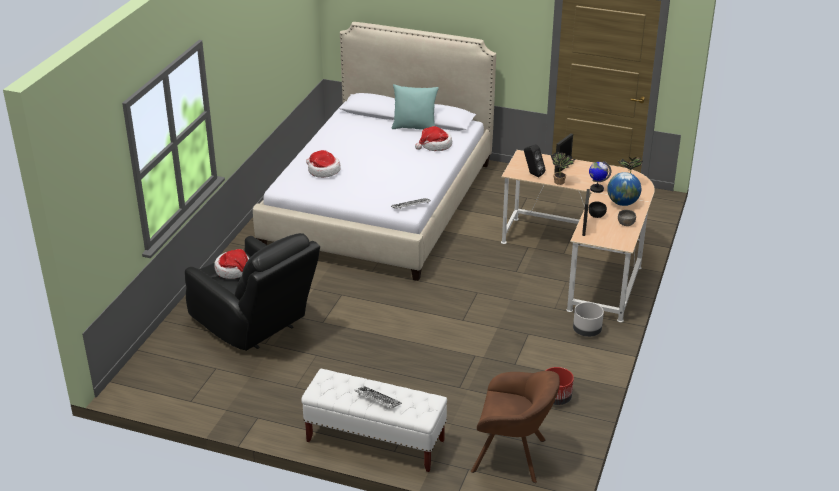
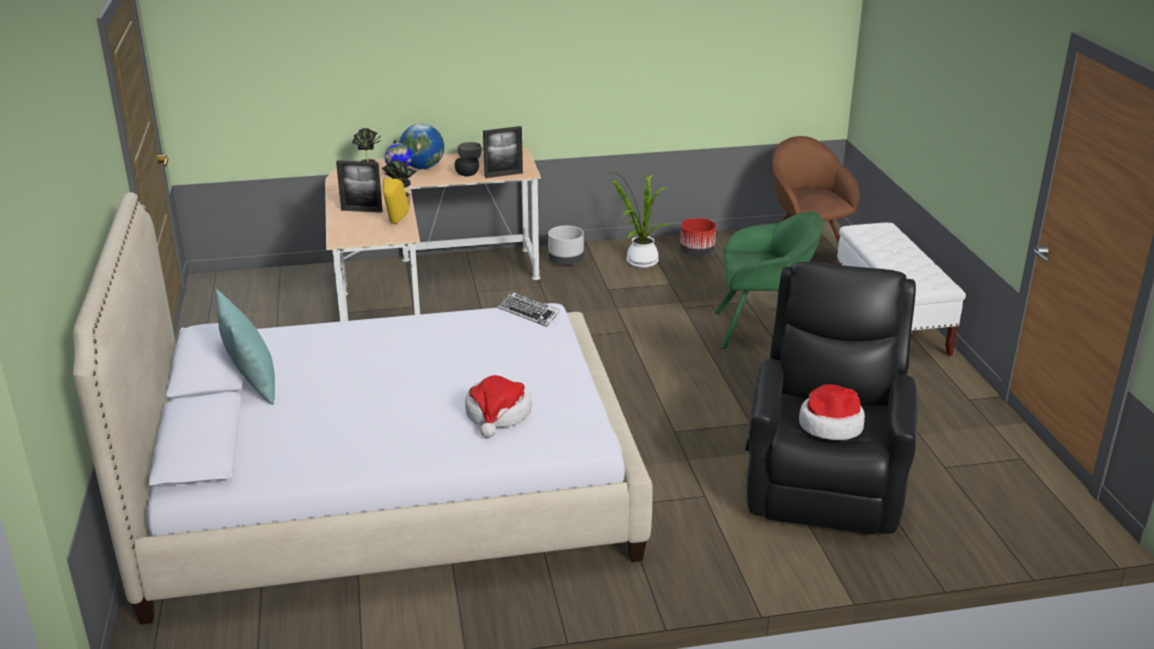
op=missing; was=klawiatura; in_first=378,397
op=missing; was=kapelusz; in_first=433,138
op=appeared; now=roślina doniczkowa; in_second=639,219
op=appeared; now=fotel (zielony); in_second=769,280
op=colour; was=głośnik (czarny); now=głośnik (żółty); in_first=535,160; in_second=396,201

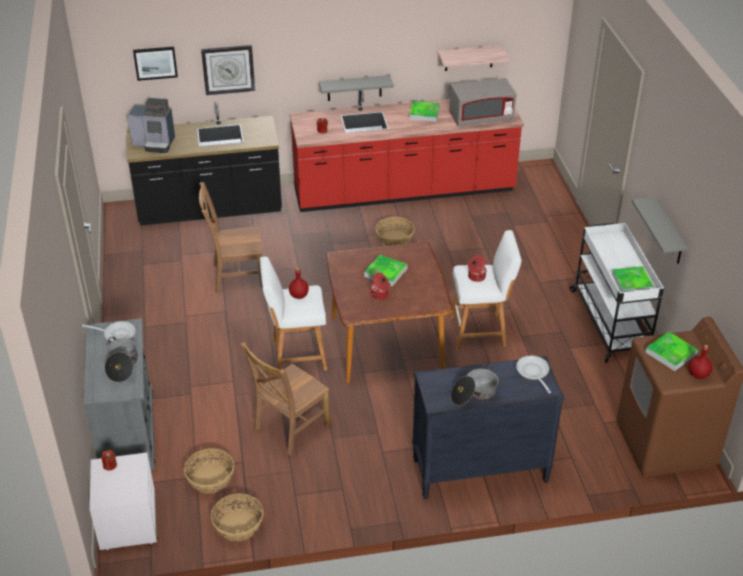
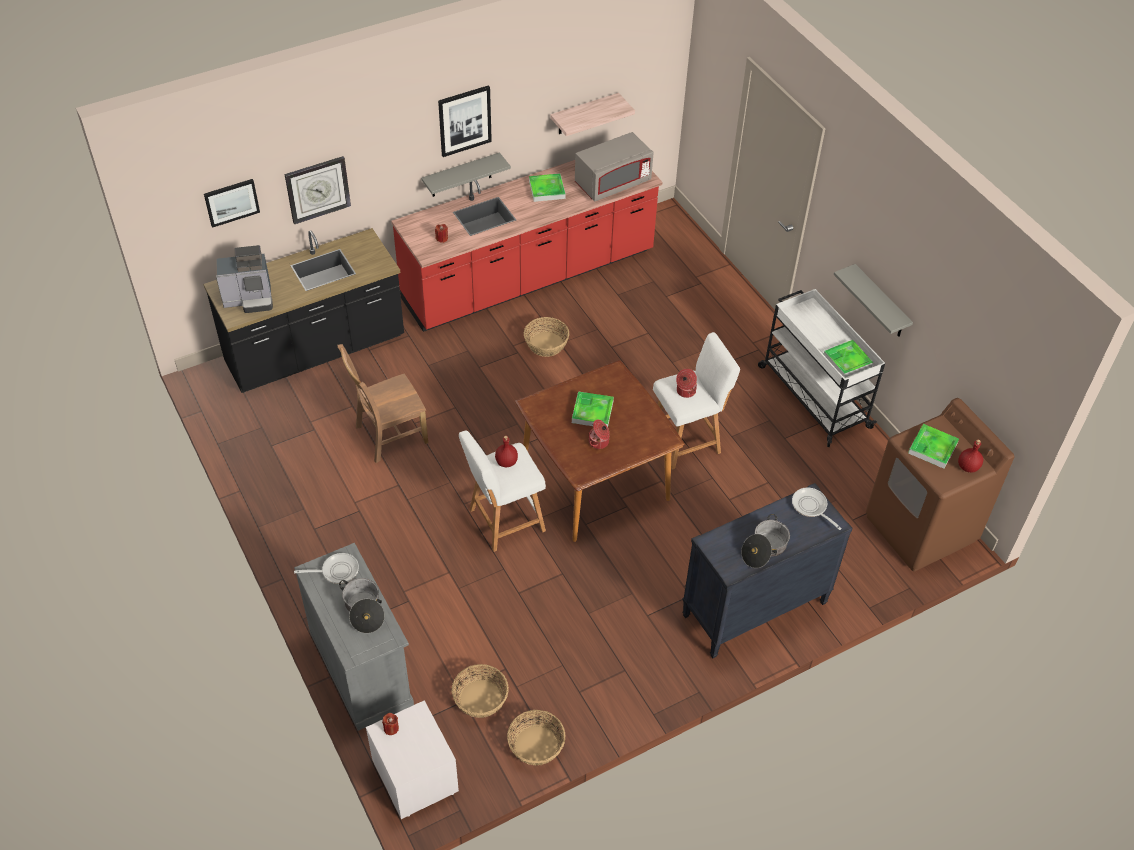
op=missing; was=krzesło (brązowy); in_first=285,398
op=appeared; now=obraz; in_second=465,121

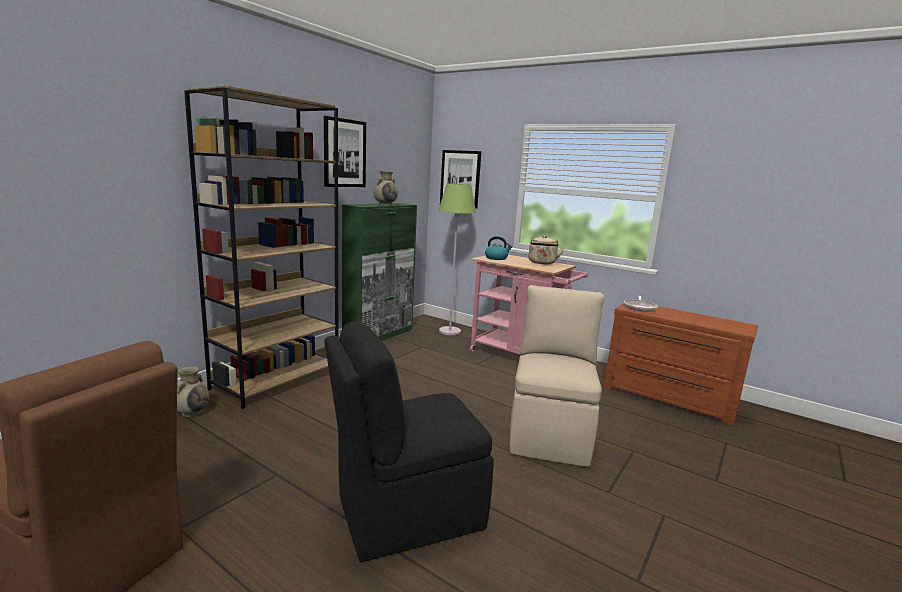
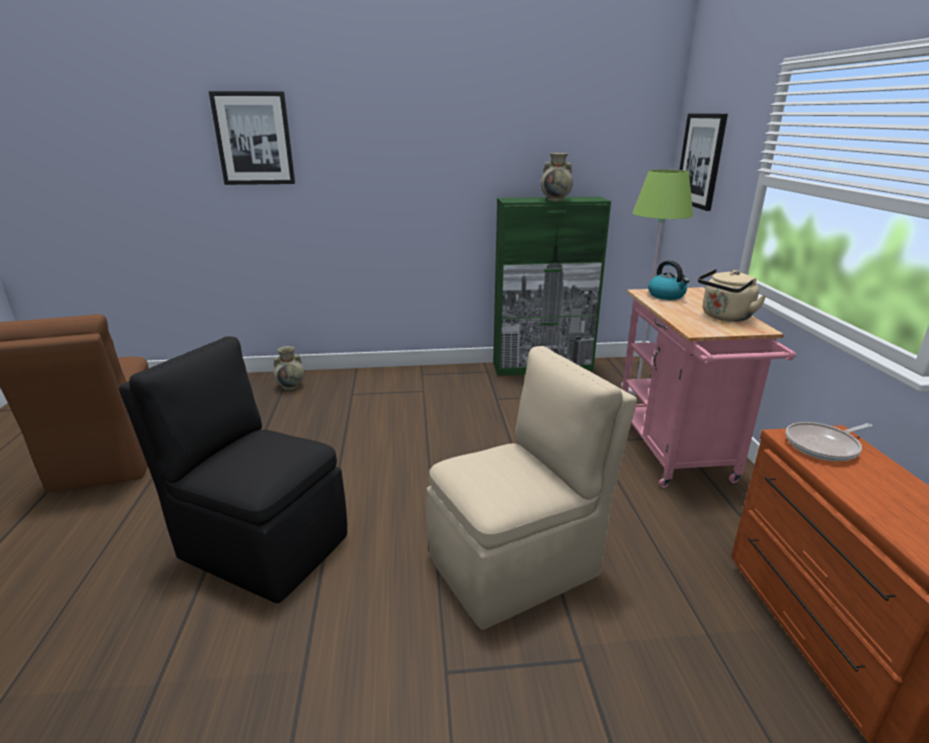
op=missing; was=regał (brązowy); in_first=261,247
op=relocated; was=obraz; in_first=345,151; in_second=252,138

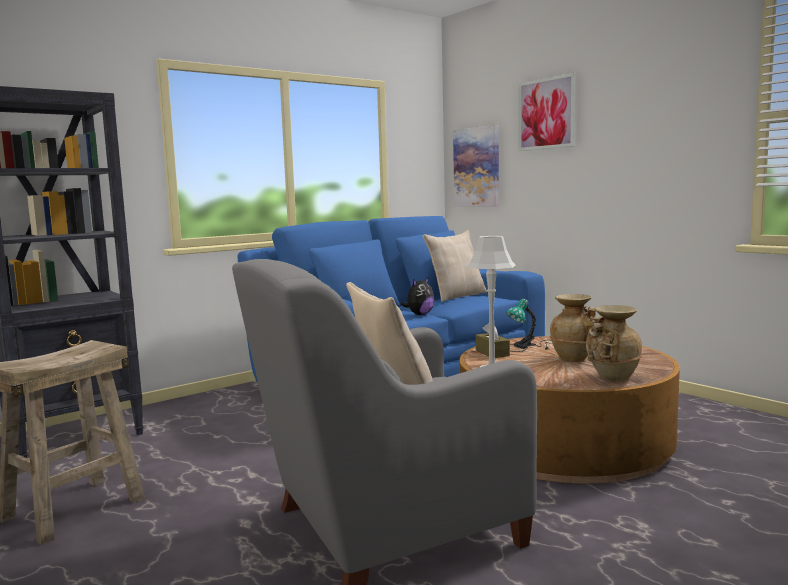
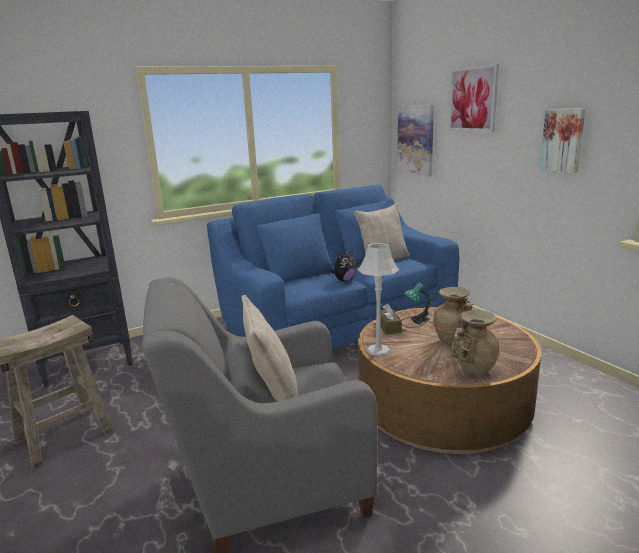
op=appeared; now=obraz; in_second=562,140

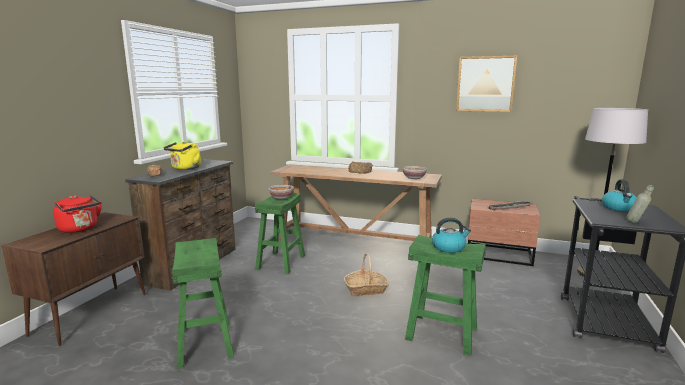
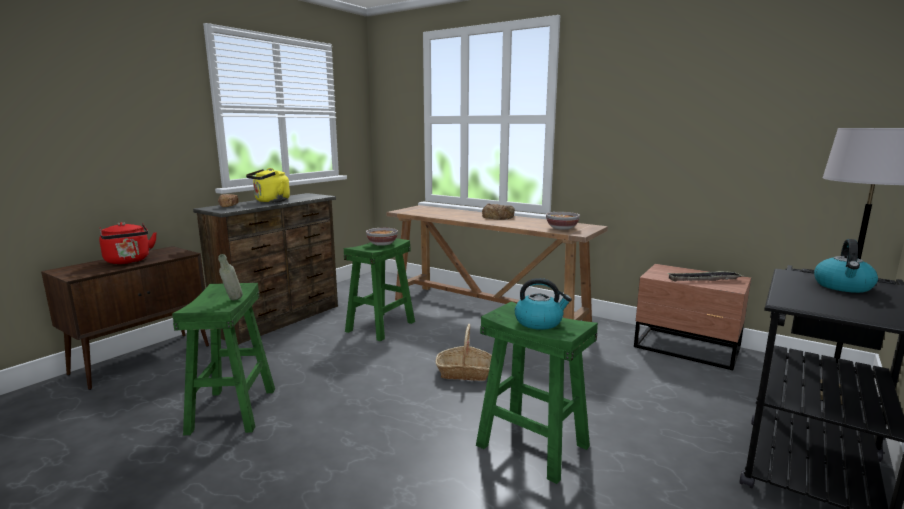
op=missing; was=obraz; in_first=486,84
op=relocated; was=butelka (szary); in_first=640,204; in_second=230,277

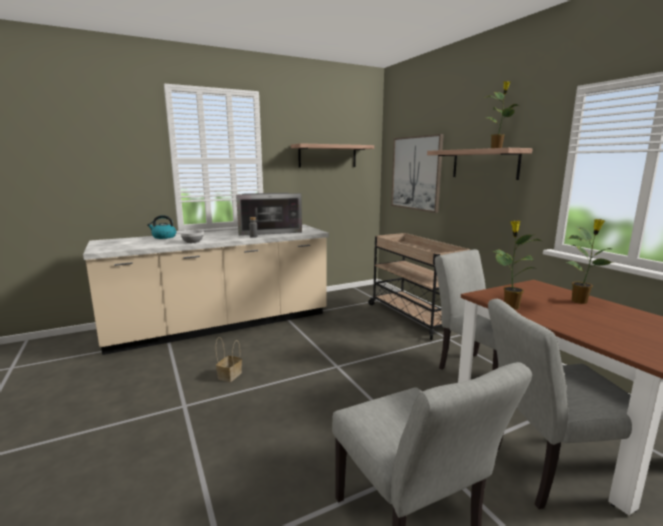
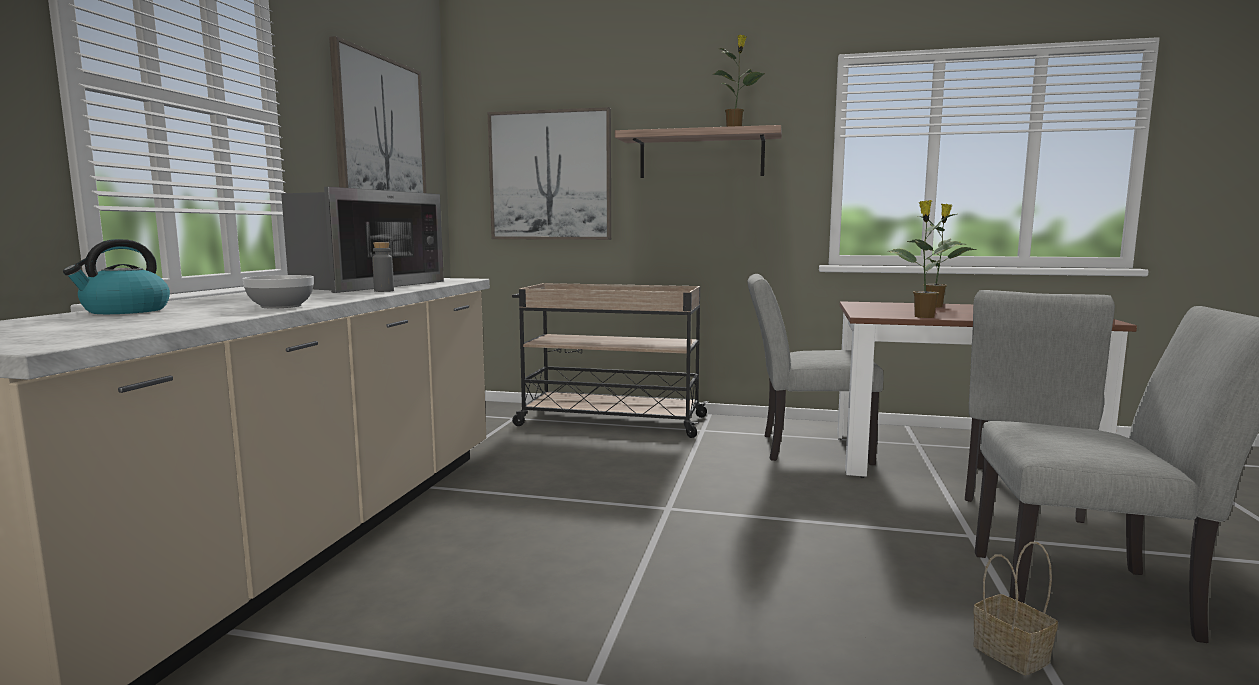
op=relocated; was=koszyk; in_first=229,359; in_second=1015,608
op=exchanged; was=półka; now=obraz; in_first=332,155; in_second=378,114

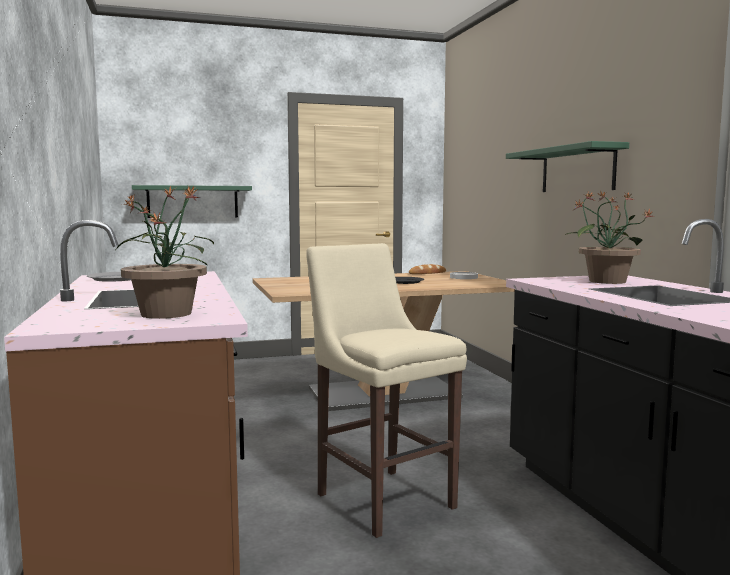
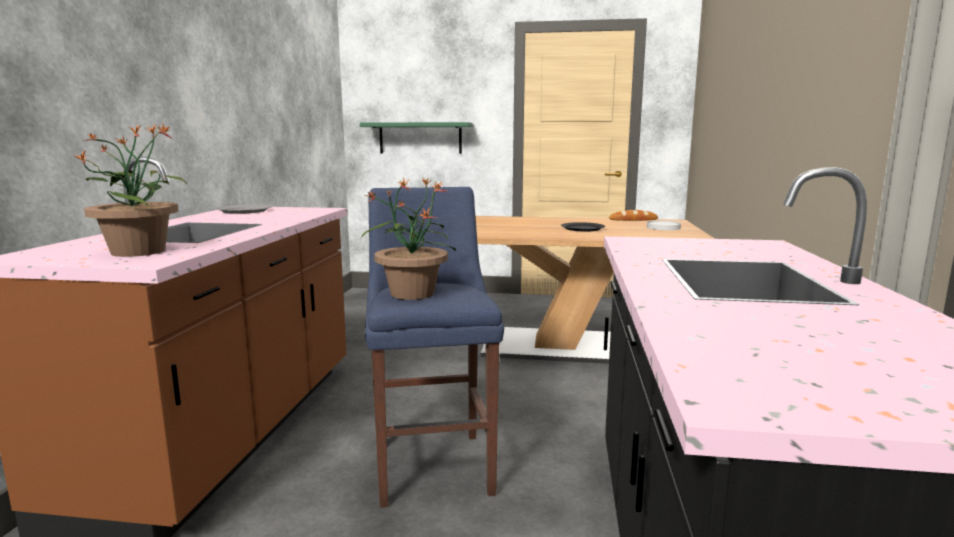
op=missing; was=półka (zielony); in_first=567,166
op=relocated; was=roślina doniczkowa; in_first=609,237; in_second=408,238
op=colour; was=stołek (beżowy); now=stołek (niebieski); in_first=386,390; in_second=434,347

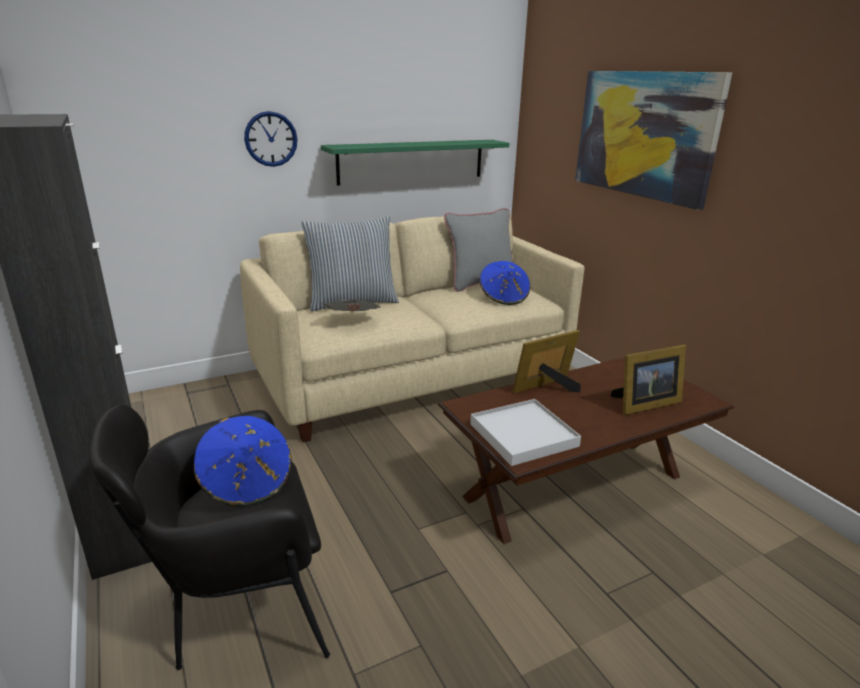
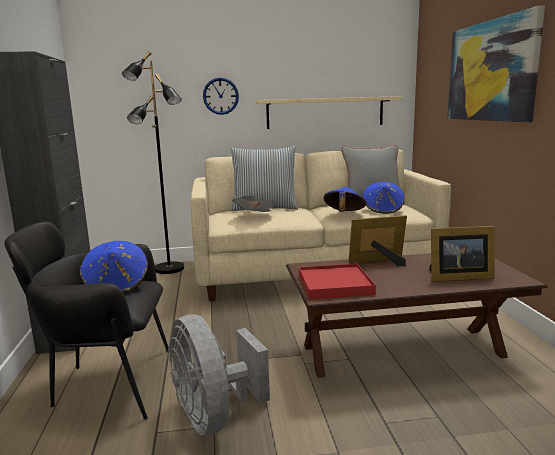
op=appeared; now=lampa stojąca (czarny); in_second=153,162
op=appeared; now=wentylator (szary); in_second=219,374
op=appeared; now=kapelusz (niebieski); in_second=345,199
op=colour; was=półka (zielony); now=półka (beżowy); in_first=415,163; in_second=329,112
op=colour; was=taca (biały); now=taca (czerwony); in_first=525,432; in_second=337,282

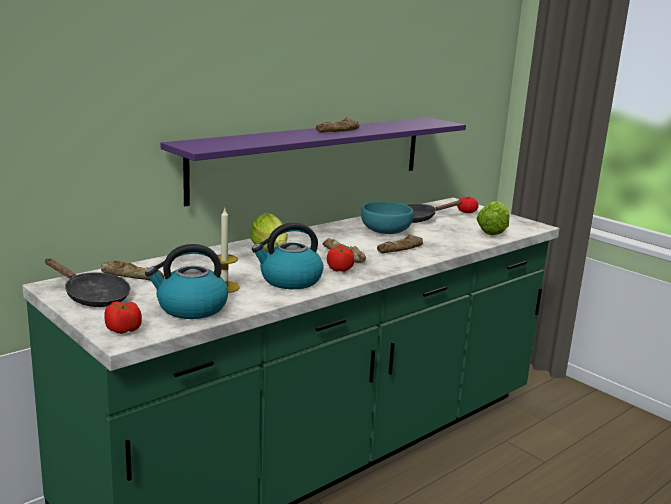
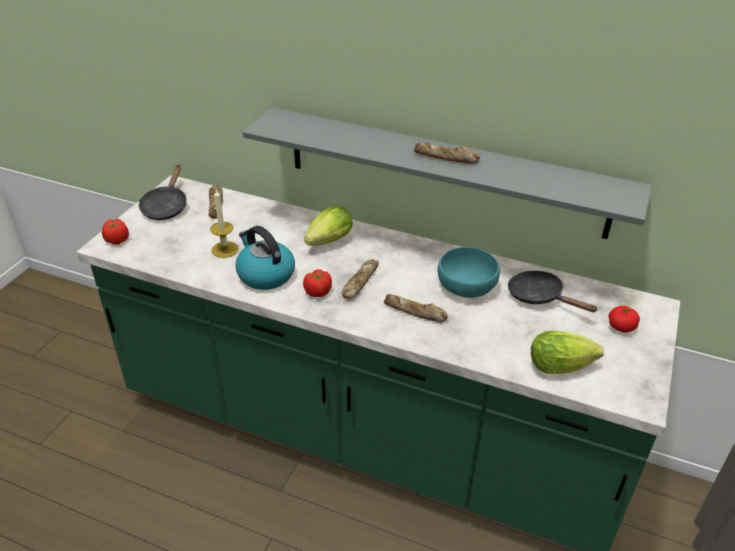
op=missing; was=czajnik; in_first=186,281
op=colour; was=półka (fioletowy); now=półka (szary); in_first=313,162; in_second=447,173

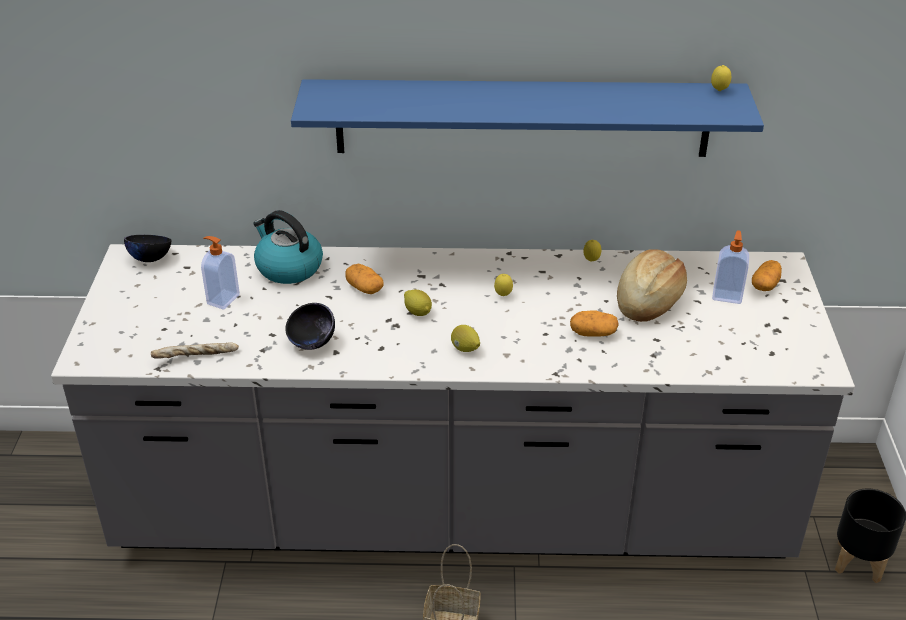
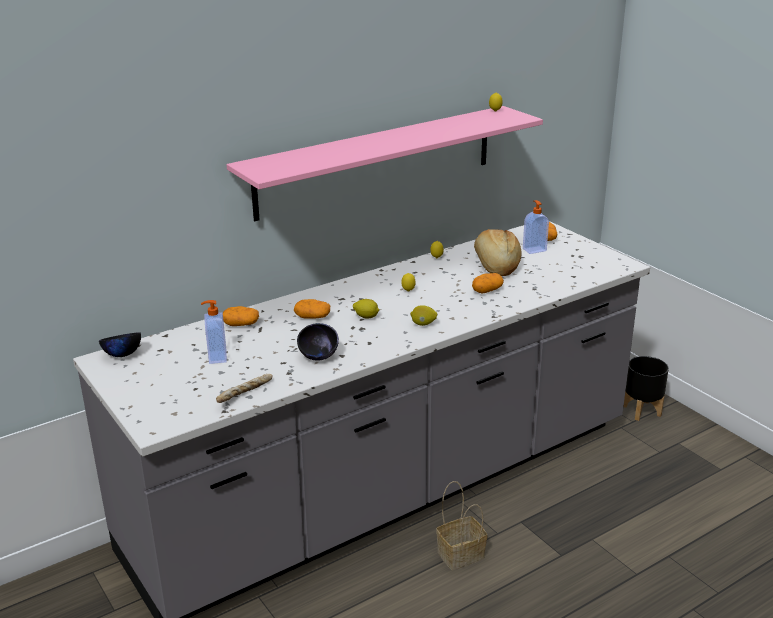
op=exchanged; was=czajnik; now=ziemniak; in_first=288,247; in_second=241,316
op=colour; was=półka (niebieski); now=półka (różowy); in_first=527,118; in_second=385,163

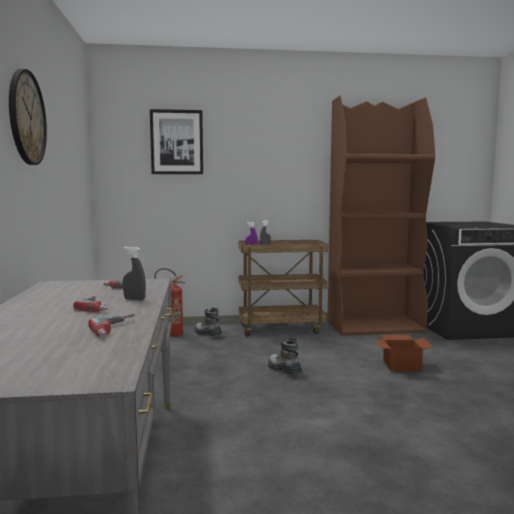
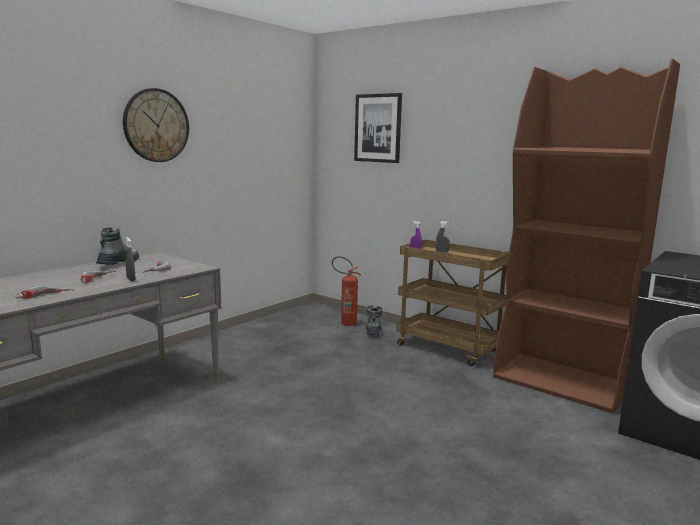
op=missing; was=karton; in_first=403,353
op=relocated; was=but z cholewką; in_first=285,356; in_second=118,246

